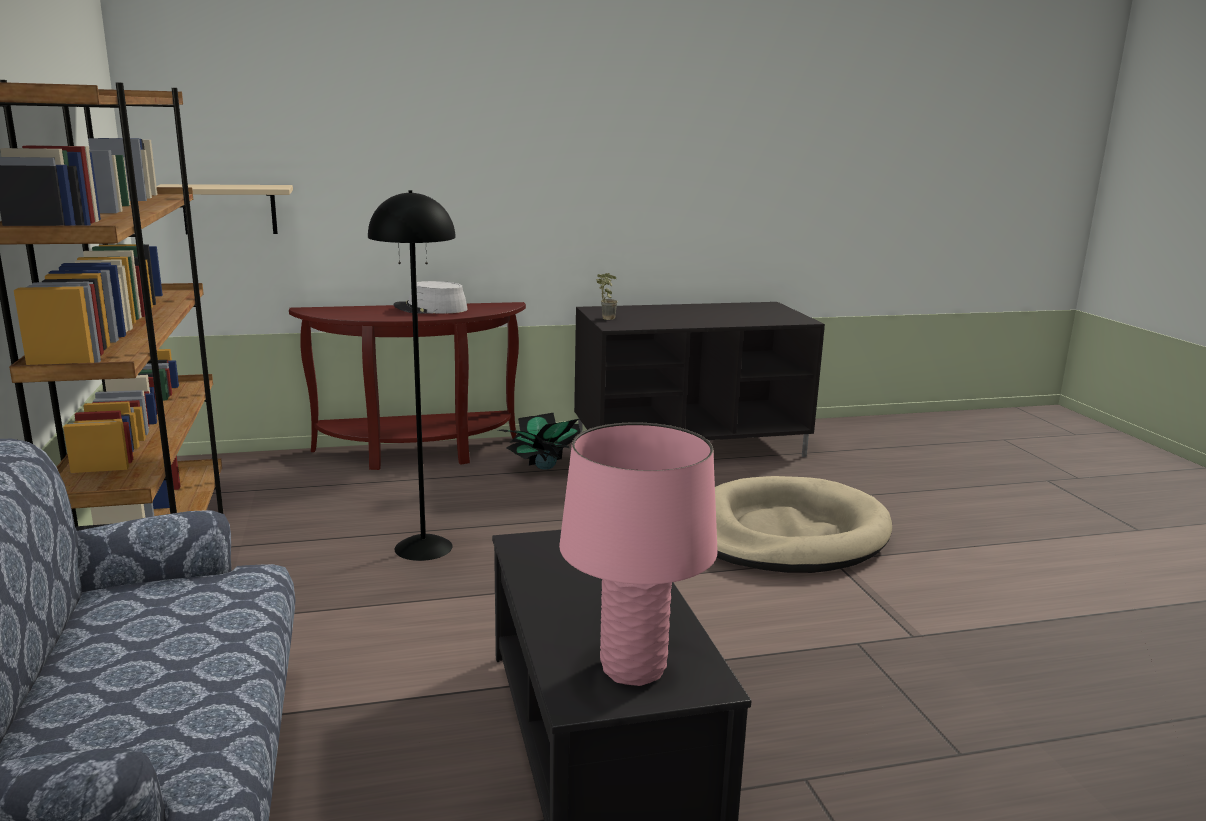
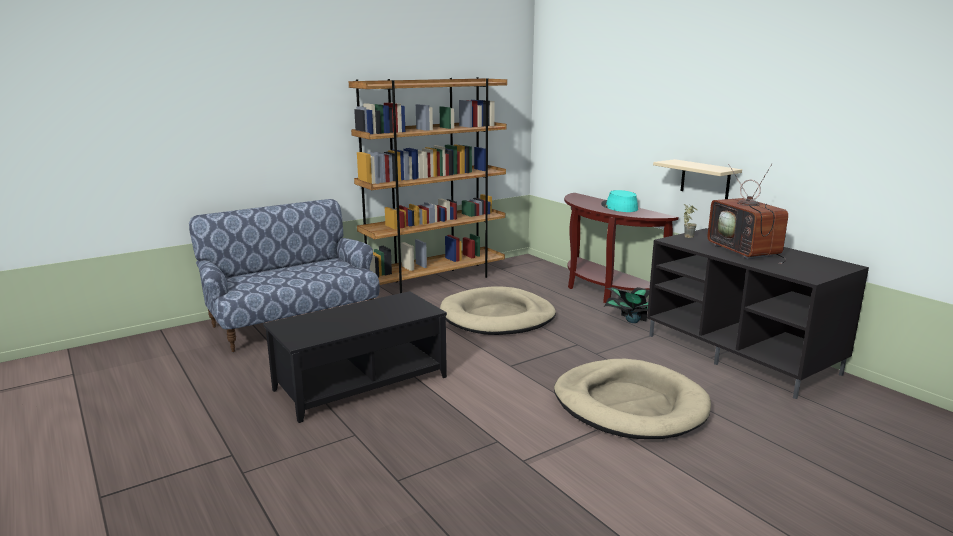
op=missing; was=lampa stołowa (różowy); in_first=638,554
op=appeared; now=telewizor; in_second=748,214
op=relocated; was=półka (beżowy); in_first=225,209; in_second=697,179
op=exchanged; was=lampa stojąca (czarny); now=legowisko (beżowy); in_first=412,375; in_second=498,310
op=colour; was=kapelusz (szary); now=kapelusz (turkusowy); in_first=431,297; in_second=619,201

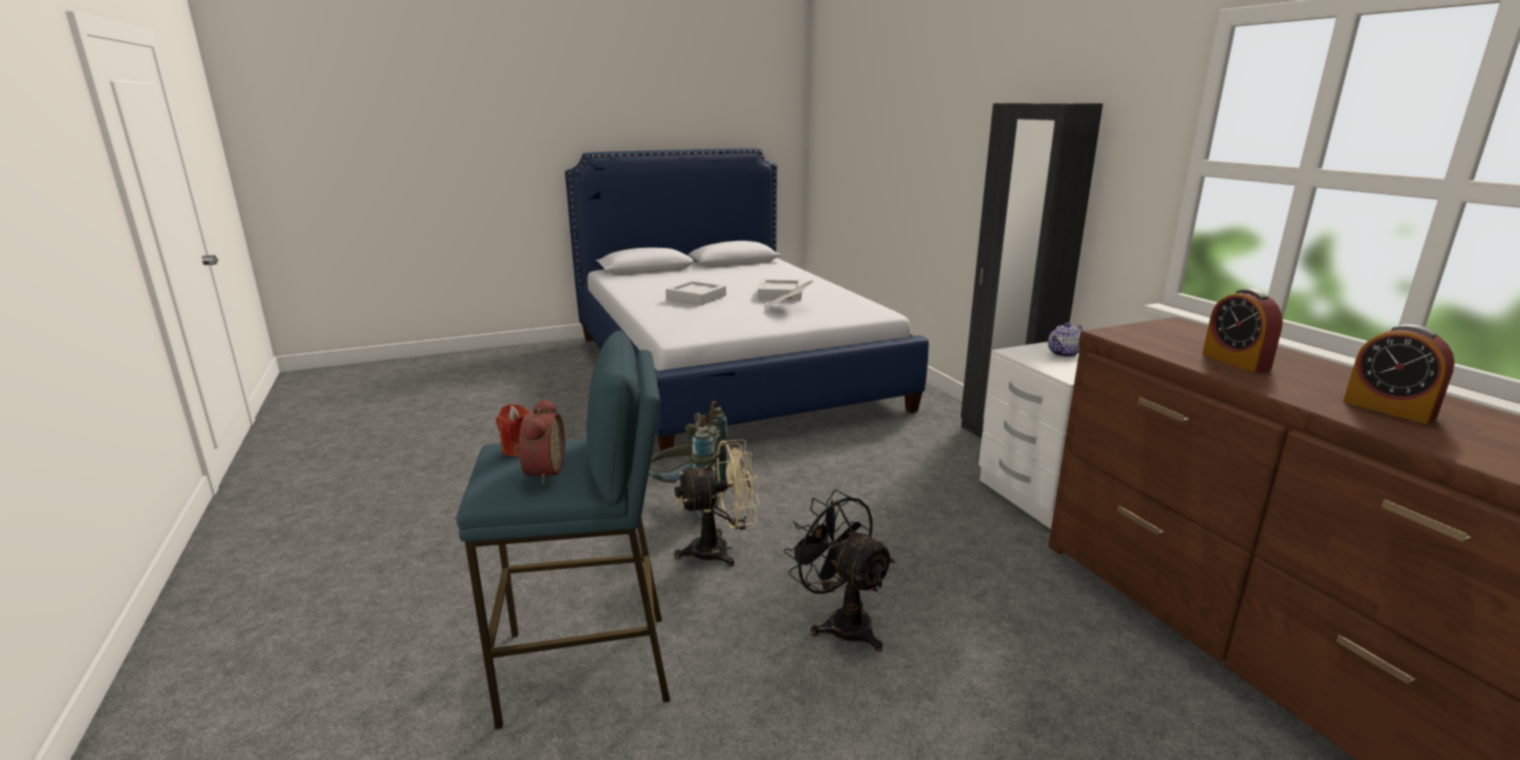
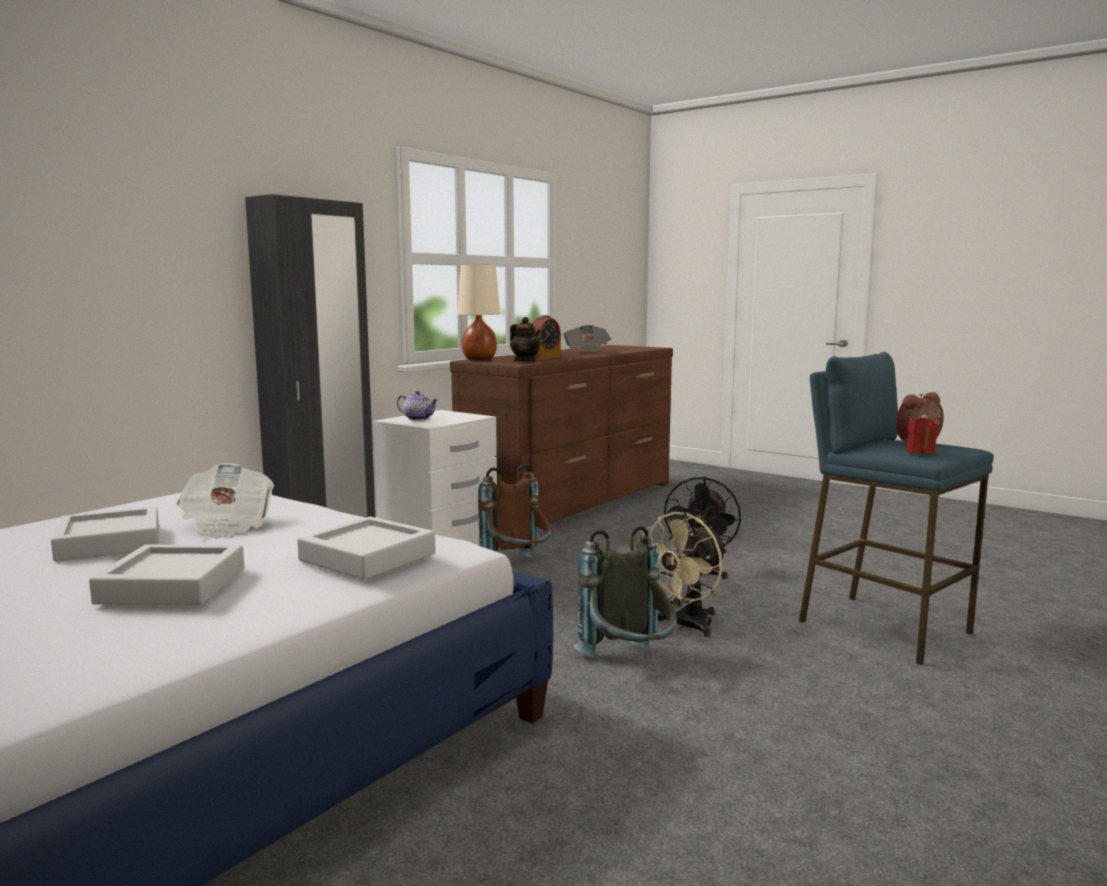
op=appeared; now=taca (szary); in_second=366,548
op=appeared; now=lampa stołowa (beżowy); in_second=478,312
op=appeared; now=plecak (brązowy); in_second=514,511
op=appeared; now=imbryk; in_second=525,339
op=exchanged; was=budzik; now=gazeta; in_first=1399,374; in_second=587,338
op=spun; was=wentylator (beżowy); in_first=717,503; in_second=684,574; clockwise=-90

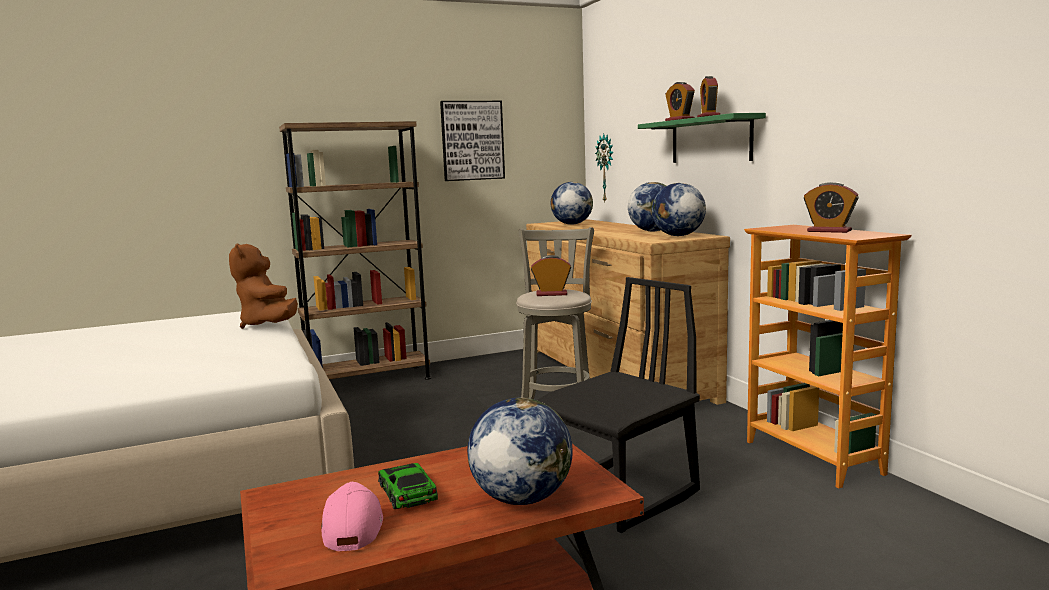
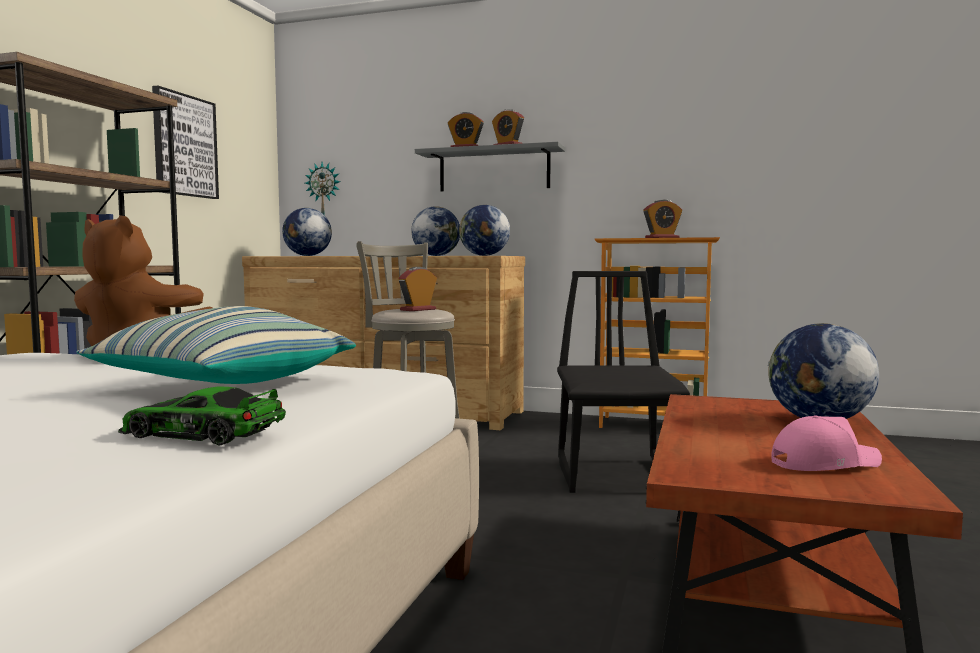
op=appeared; now=poduszka; in_second=216,345
op=relocated; was=samochodzik; in_first=408,486; in_second=202,416
op=colour; was=półka (zielony); now=półka (szary); in_first=702,138; in_second=490,167
op=spun; was=czapka z daszkiem (różowy); in_first=352,516; in_second=826,443; clockwise=135

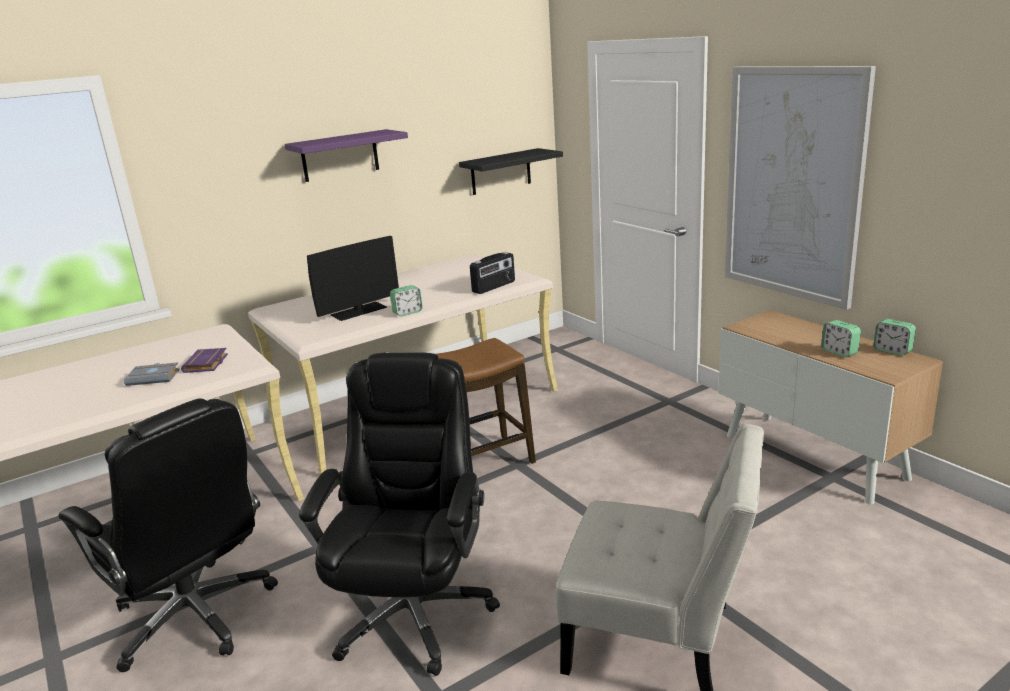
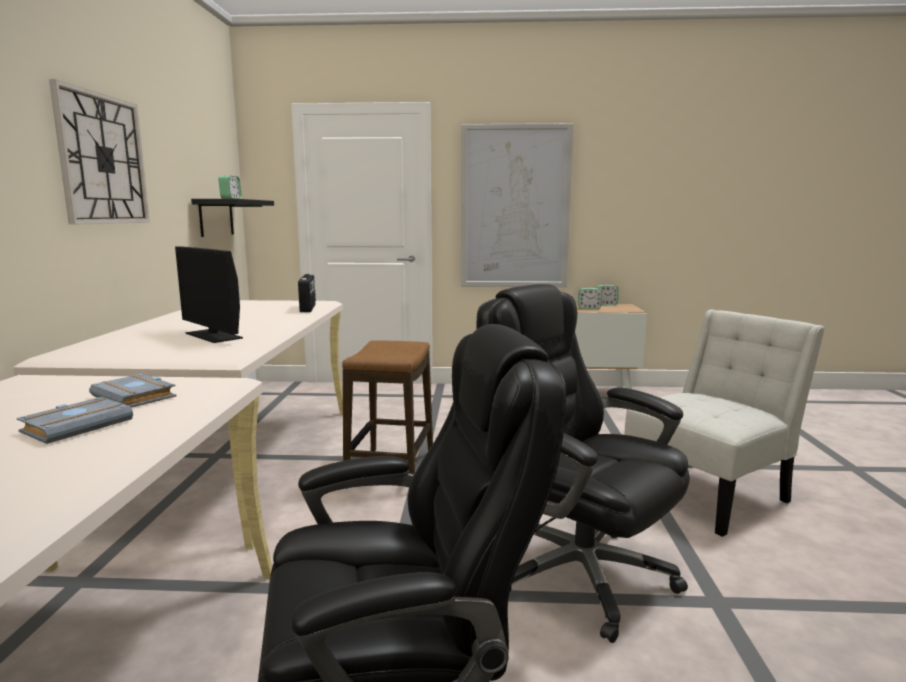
op=relocated; was=budzik; in_first=406,300; in_second=230,187
op=exchanged; was=półka (fioletowy); now=zegar ścienny; in_first=346,155; in_second=99,152
op=colour; was=książka (fioletowy); now=książka (szary); in_first=204,360; in_second=133,391
op=spun; was=monitor; in_first=353,278; in_second=209,294; clockwise=135

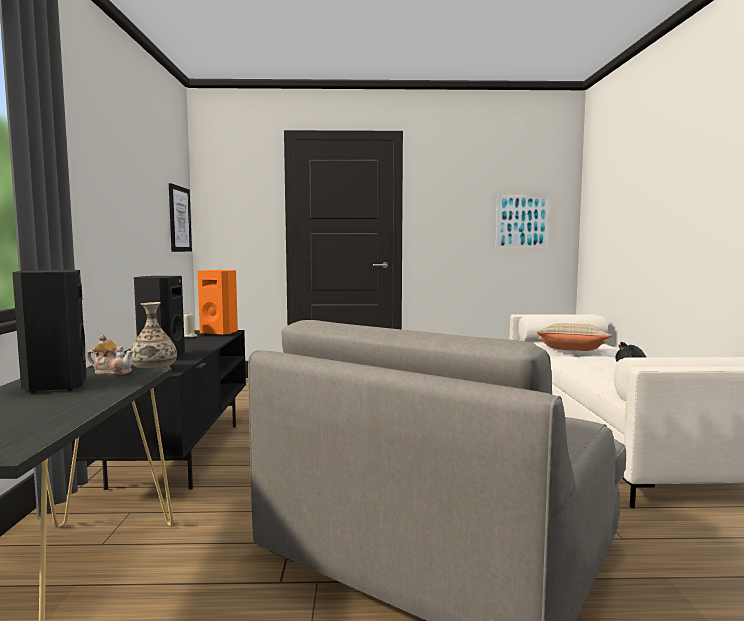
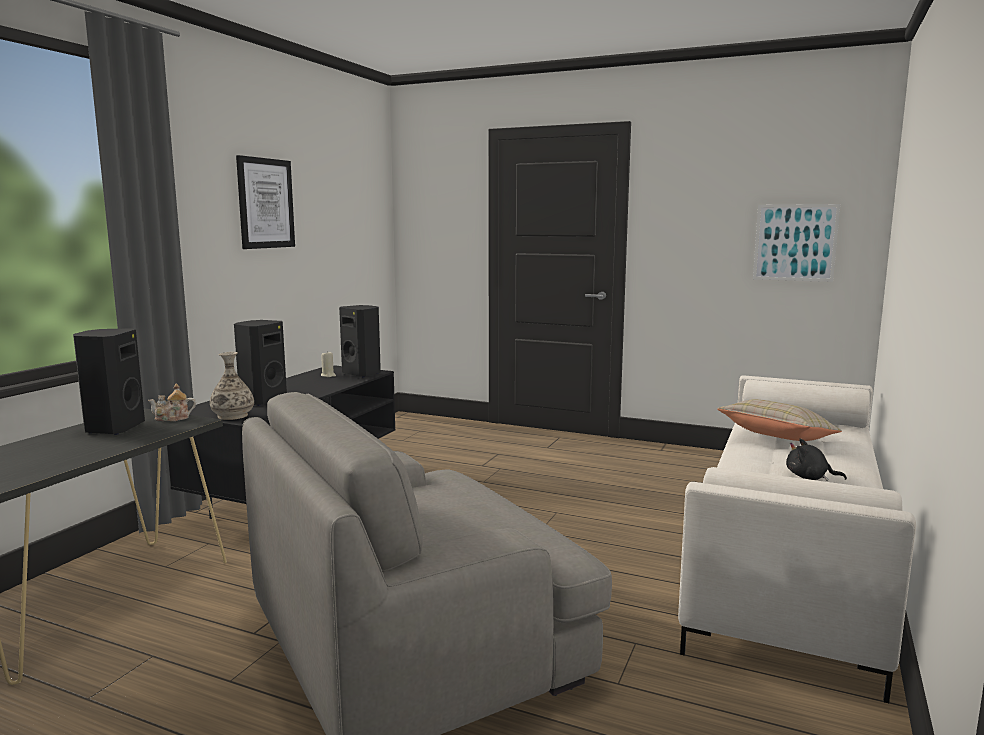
op=relocated; was=obraz; in_first=180,217; in_second=265,202
op=colour; was=głośnik (pomarańczowy); now=głośnik (czarny); in_first=217,302; in_second=360,341
op=spun; was=imbryk; in_first=110,354; in_second=172,402; clockwise=135

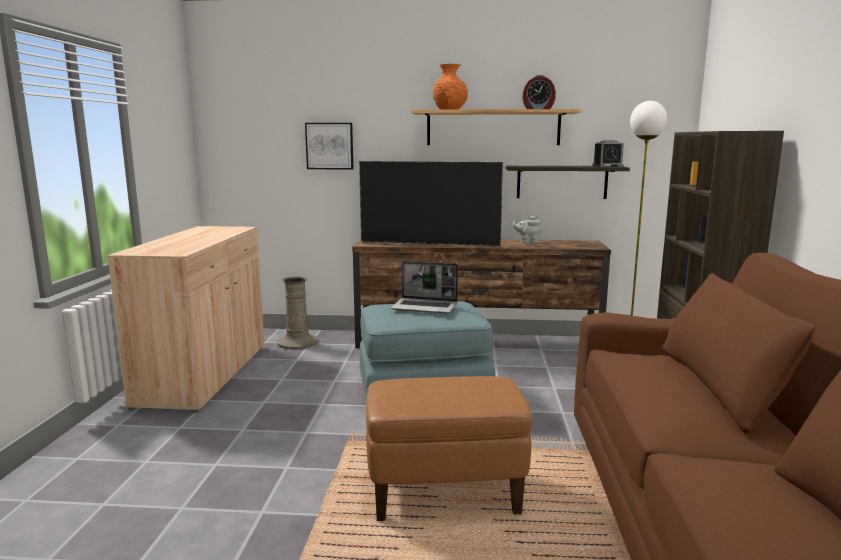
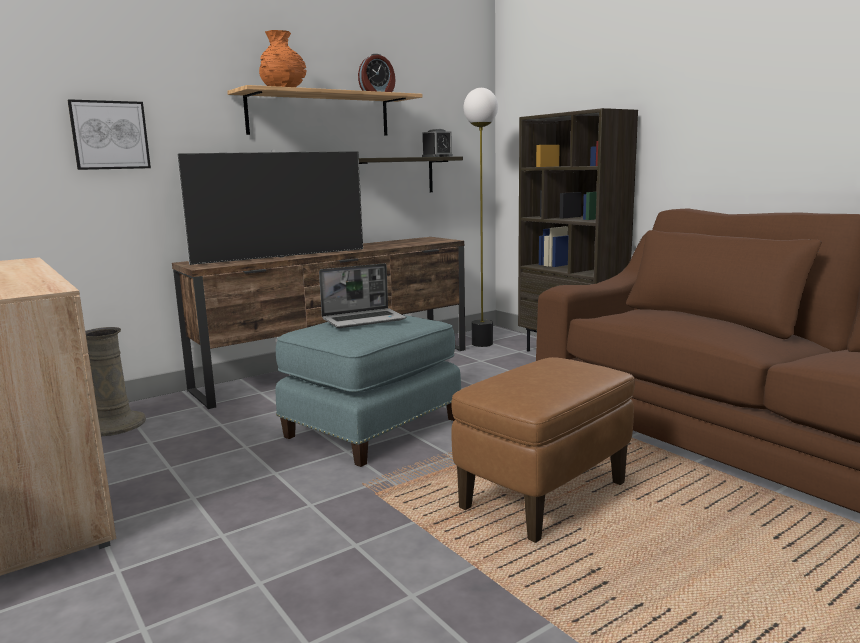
op=missing; was=imbryk (szary); in_first=526,229

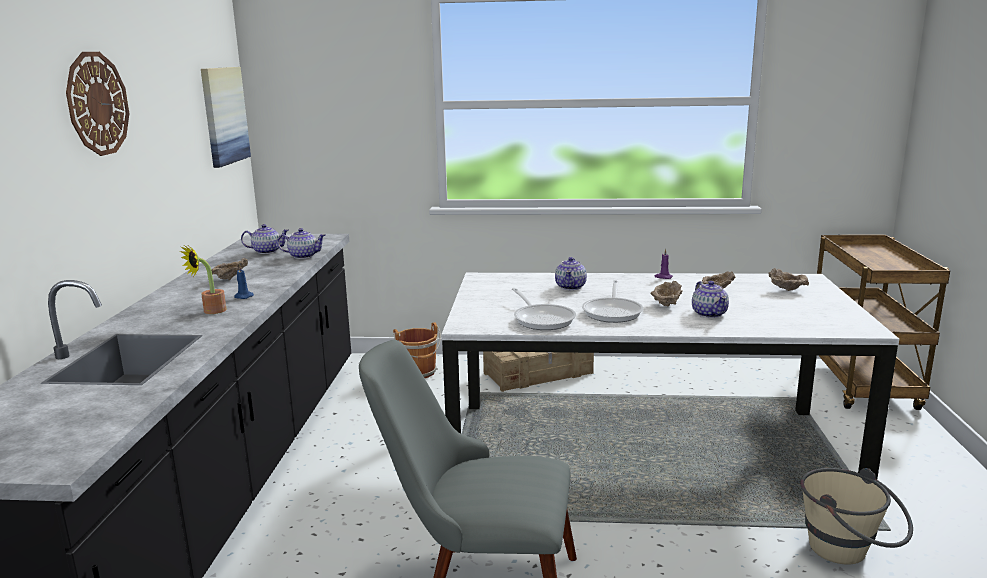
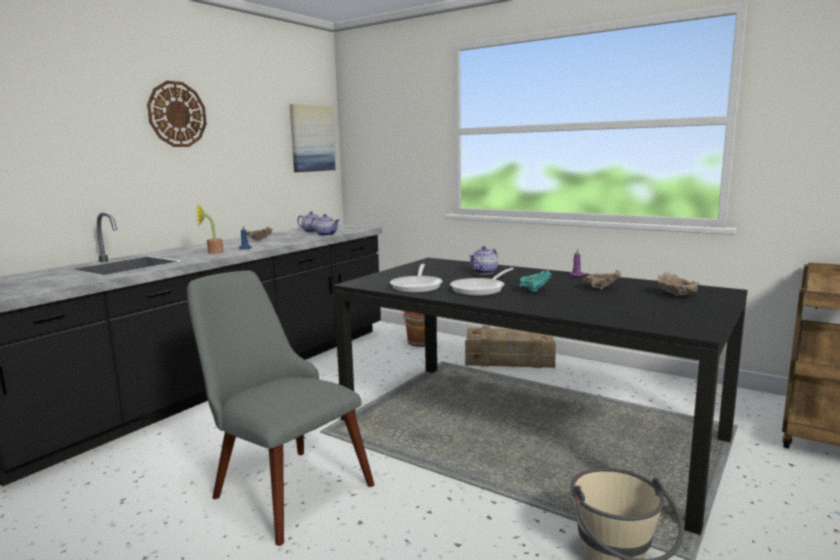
op=missing; was=imbryk; in_first=710,299
op=colour; was=stół jadalny (biały); now=stół jadalny (czarny); in_first=670,376; in_second=540,396
op=colour; was=miska (beżowy); now=miska (turkusowy); in_first=667,293; in_second=535,281

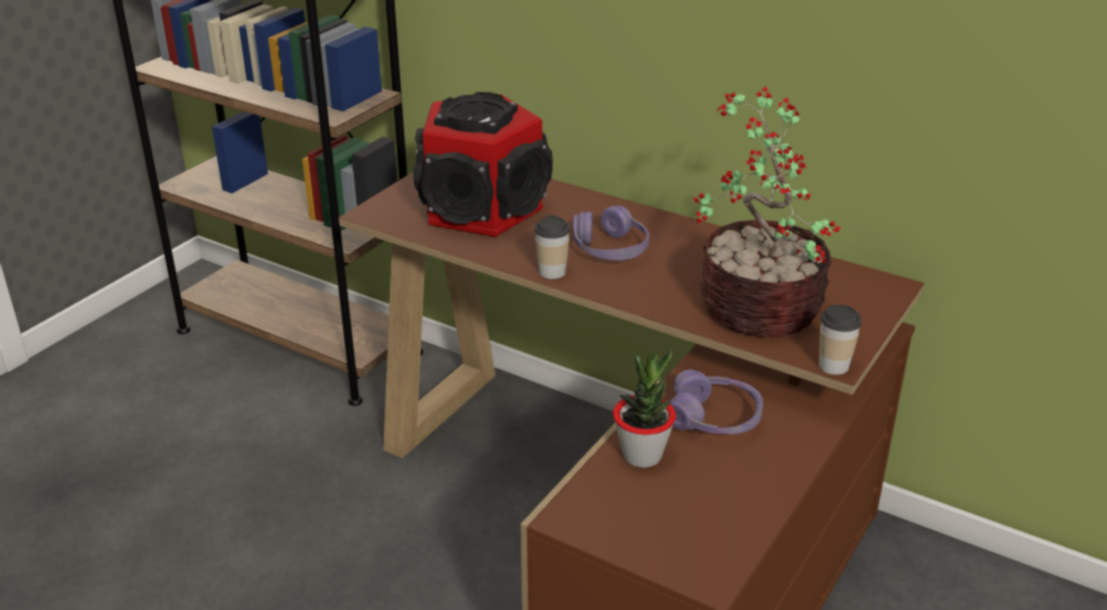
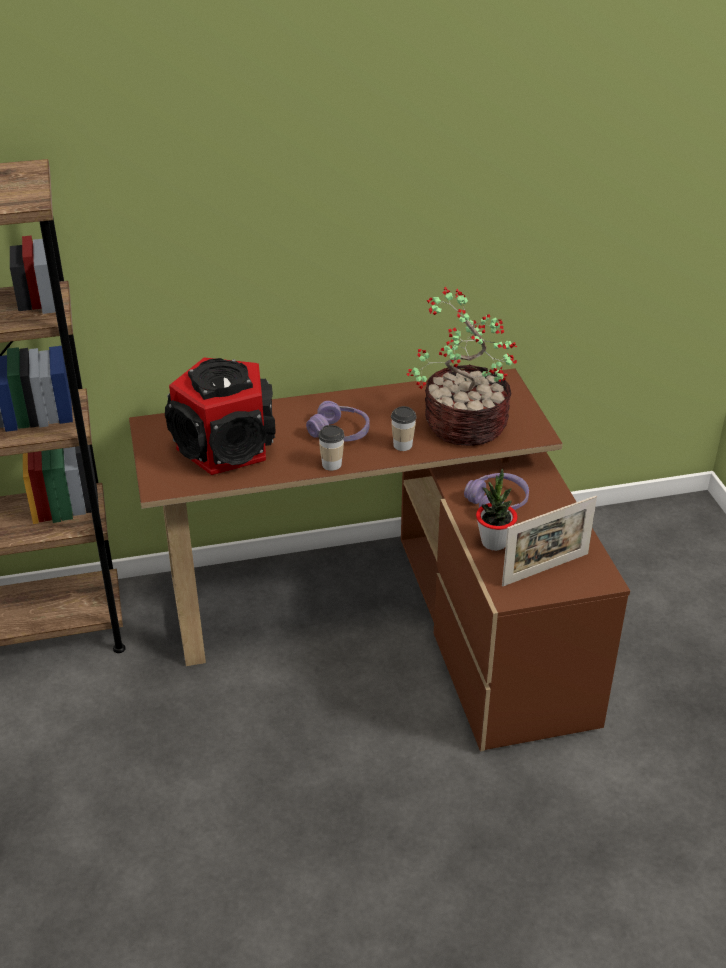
op=appeared; now=ramka na zdjęcie; in_second=549,541
op=relocated; was=filiżanka; in_first=840,339; in_second=404,428

